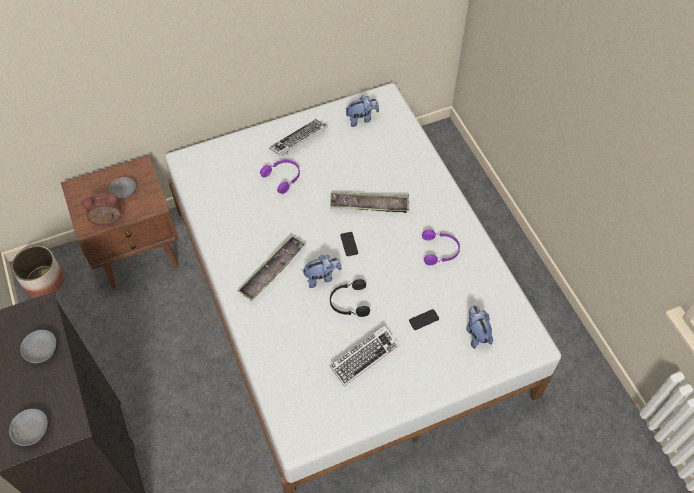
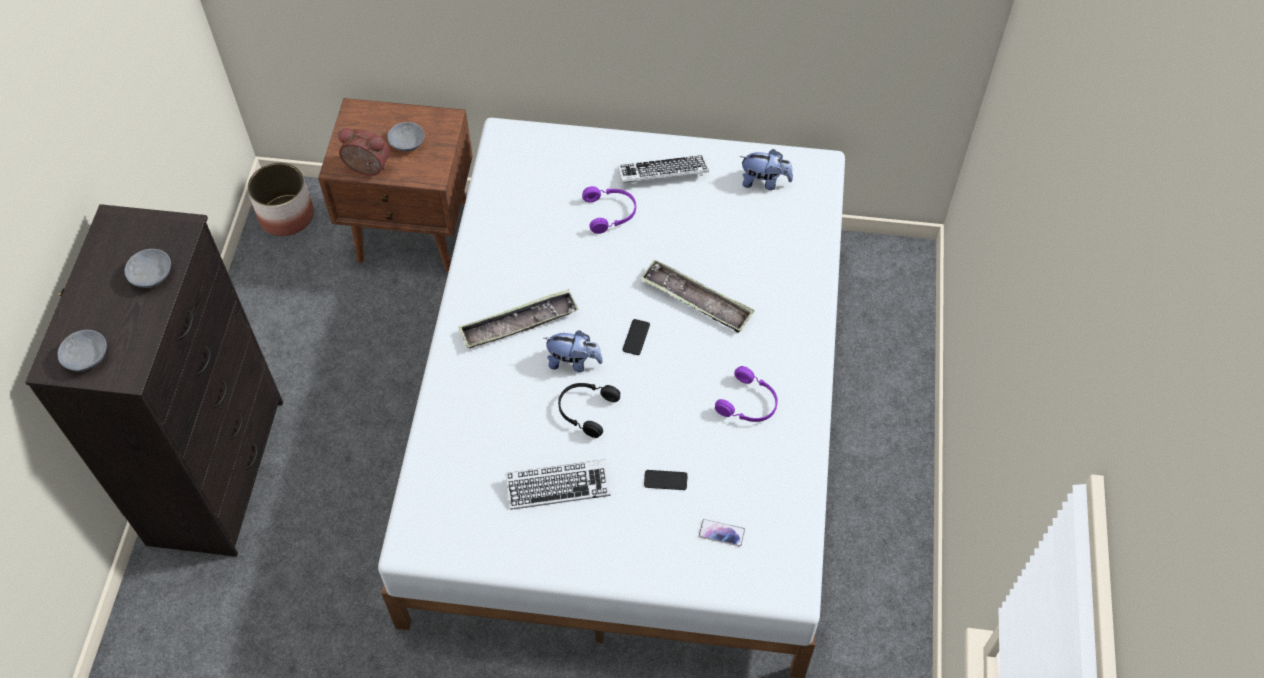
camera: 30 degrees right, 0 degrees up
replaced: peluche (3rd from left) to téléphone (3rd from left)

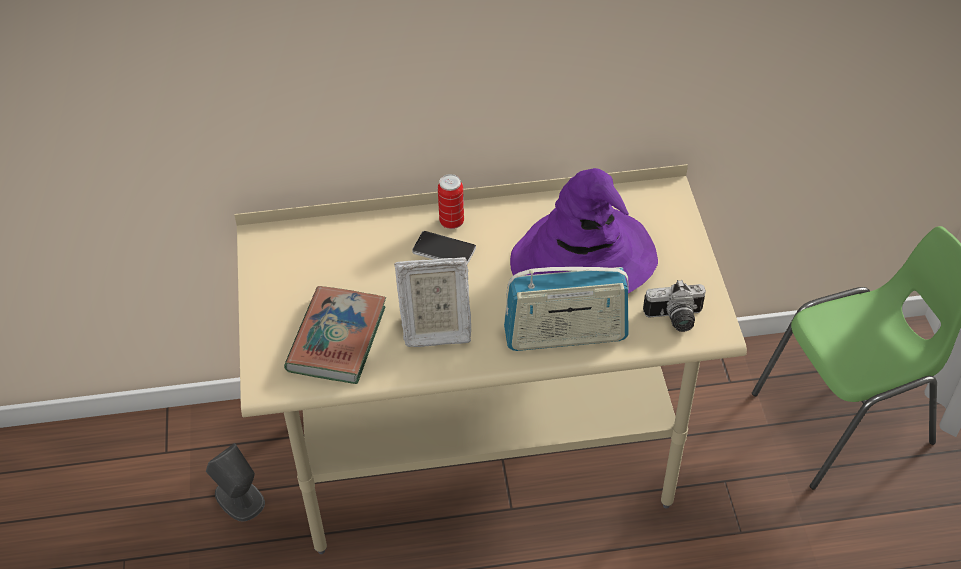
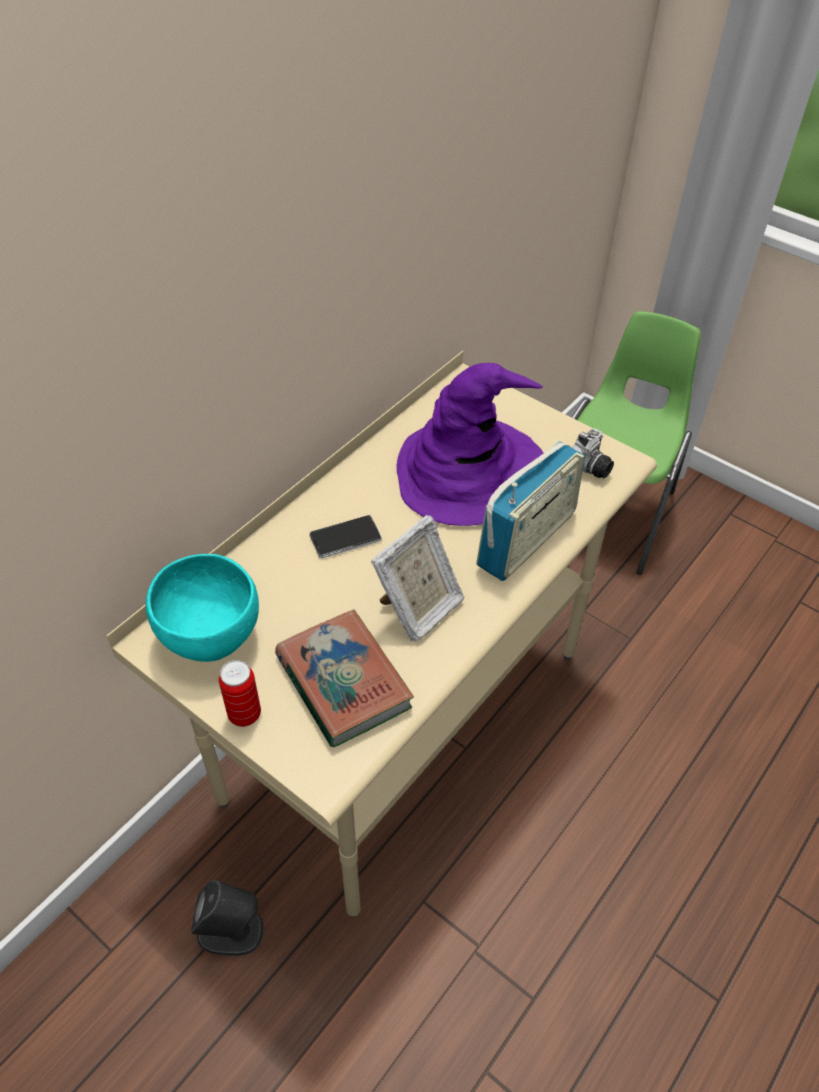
camera: 45 degrees left, 0 degrees up
added: bol [turquoise]
moved: boîte métallique

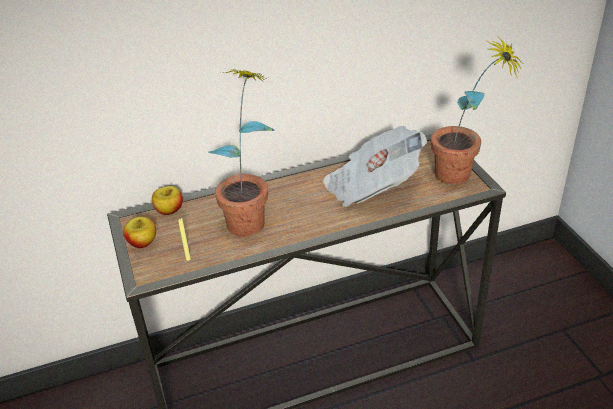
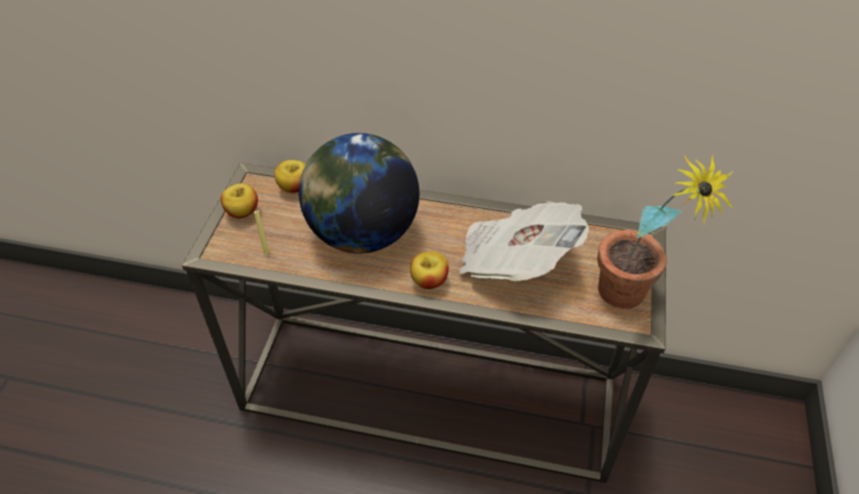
camera: 30 degrees right, 10 degrees up
added: pomme (3rd from left)
replaced: plante en pot (1st from left) to globe

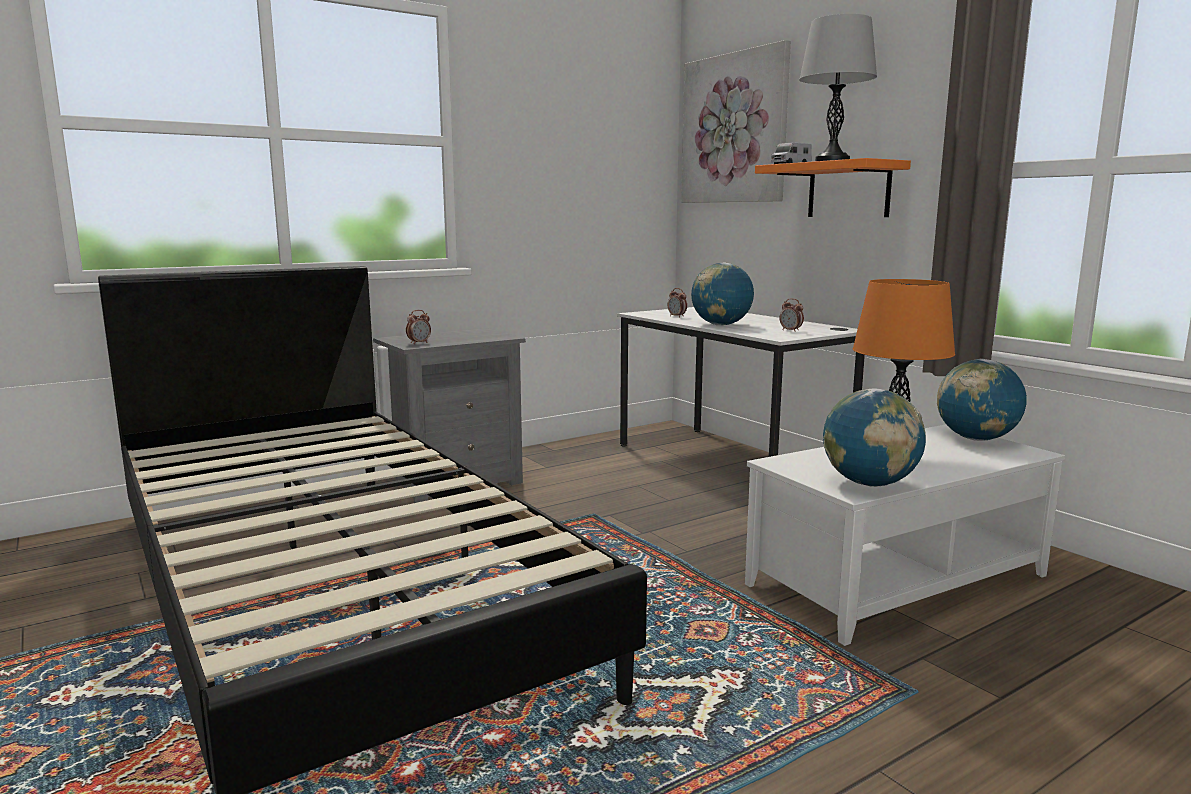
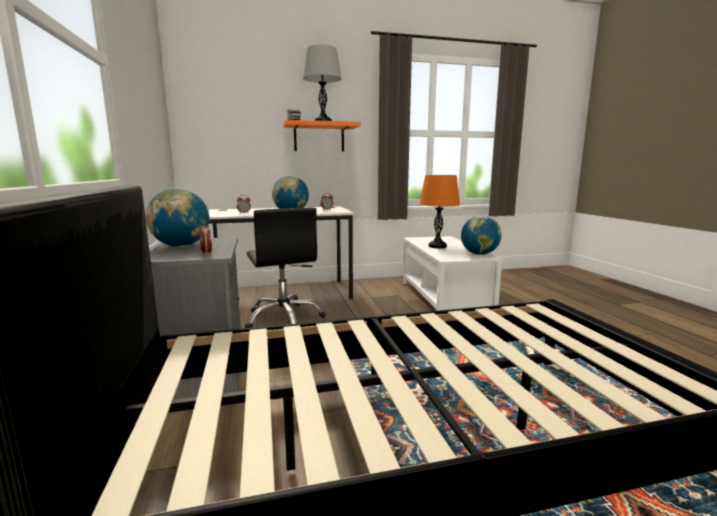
camera: 70 degrees left, 0 degrees up
removed: tableau
added: chaise de bureau [noir]
moved: globe (3rd from left in the first image) to globe (1st from left)

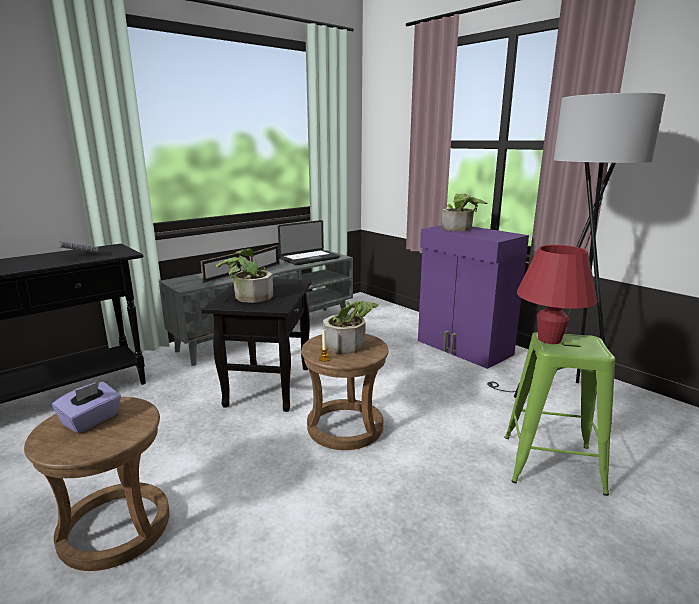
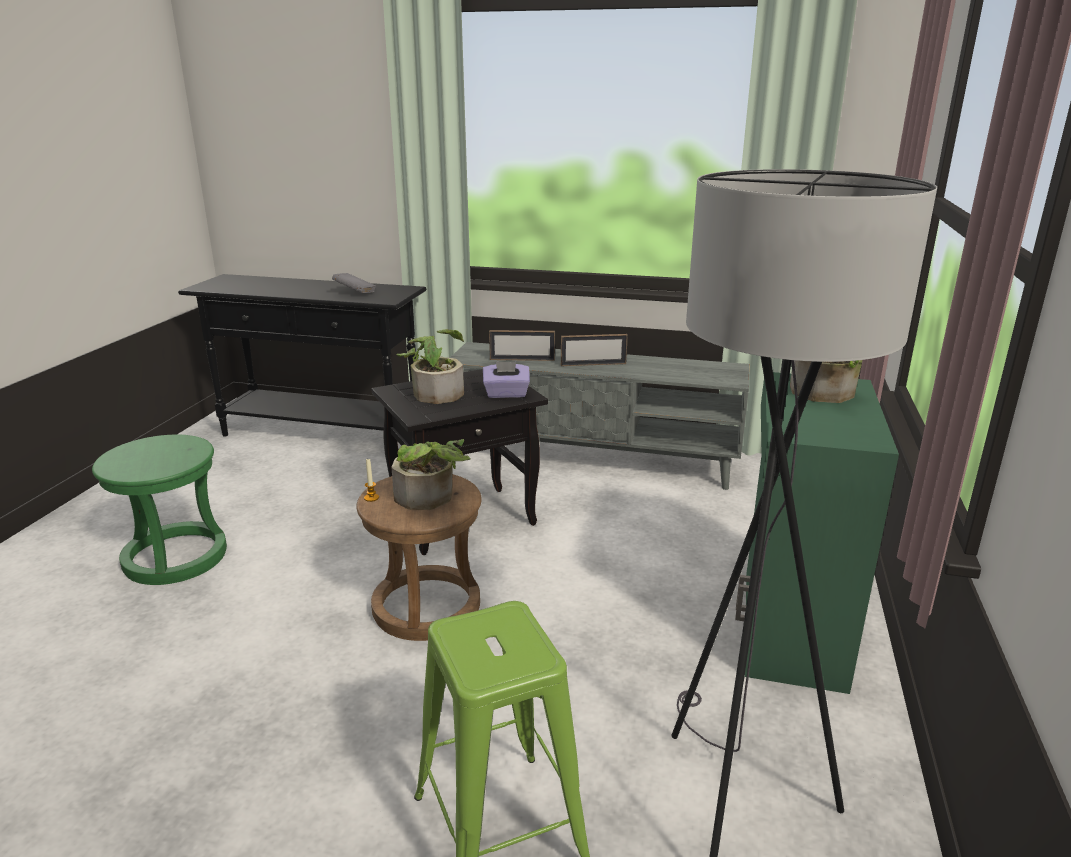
camera: 55 degrees right, 5 degrees up
removed: ordinateur portable; lampe de table [rouge]
moved: boîte à mouchoirs [violet]
recoloured: tabouret [marron] (1st from left) to tabouret [vert] (1st from left); meuble de rangement [violet] to meuble de rangement [vert]

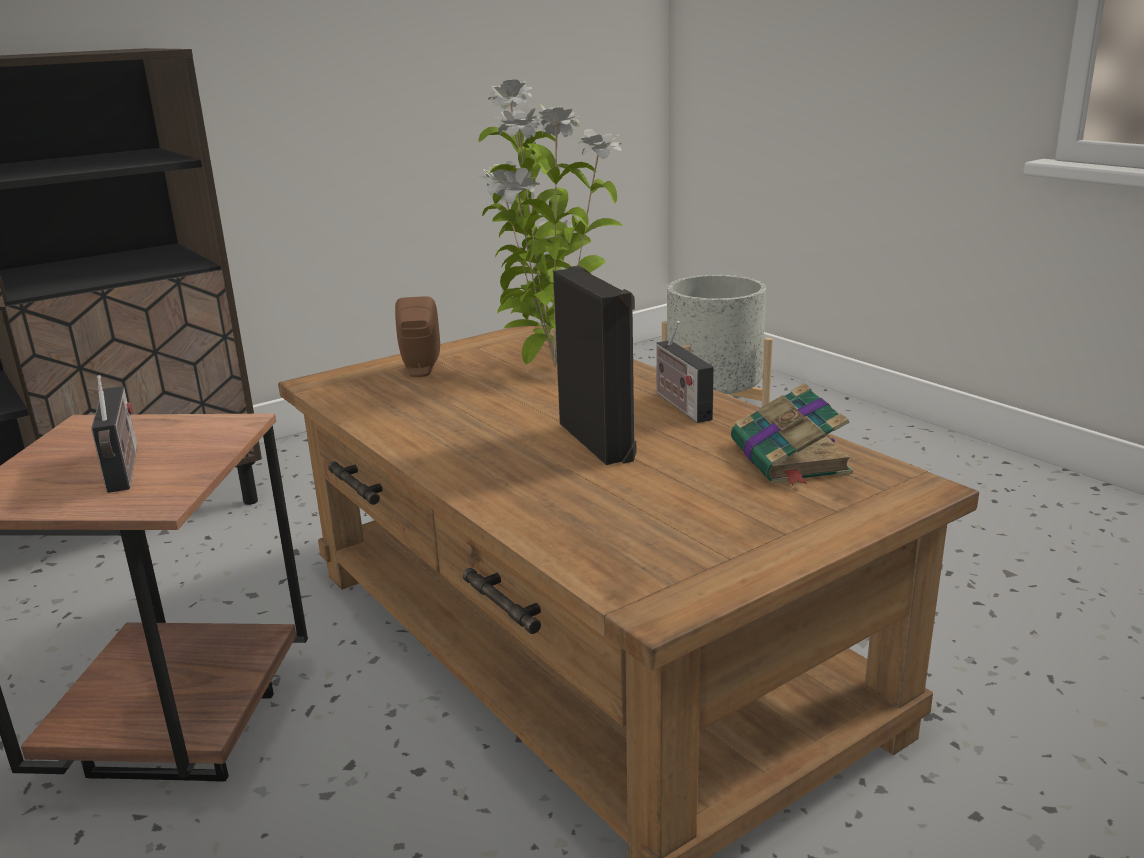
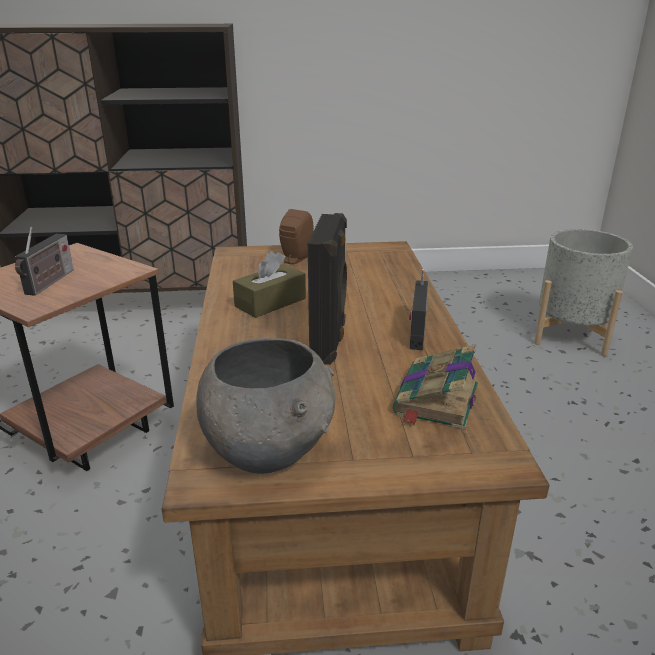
camera: 30 degrees right, 5 degrees up
removed: plante en pot
added: bol [gris]; boîte à mouchoirs [marron]

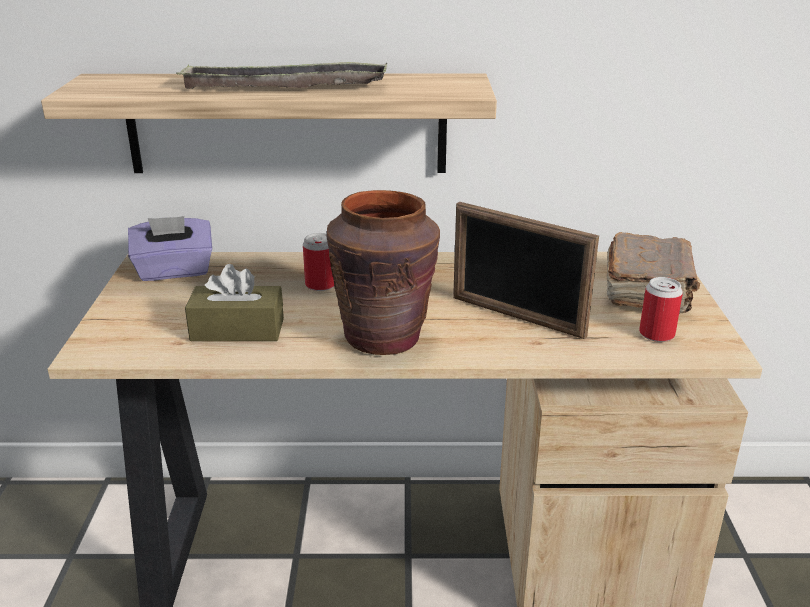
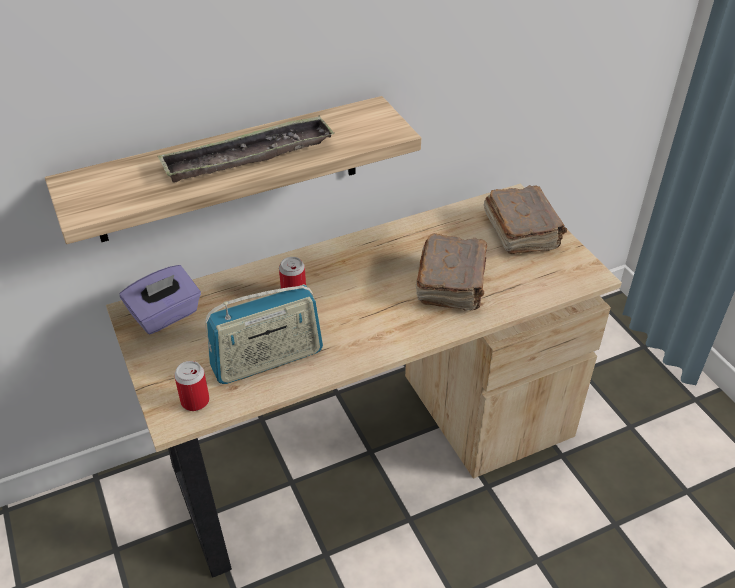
camera: 25 degrees left, 15 degrees up
removed: vase [marron]
moved: boîte métallique (2nd from left in the first image) to boîte métallique (1st from left)
replaced: boîte à mouchoirs [marron] to radio; cadre photo to livre [marron] (1st from left)

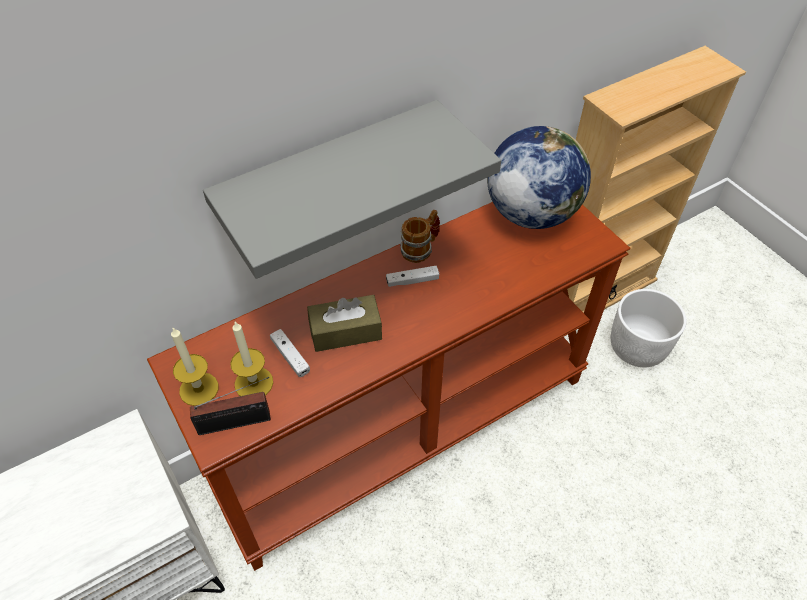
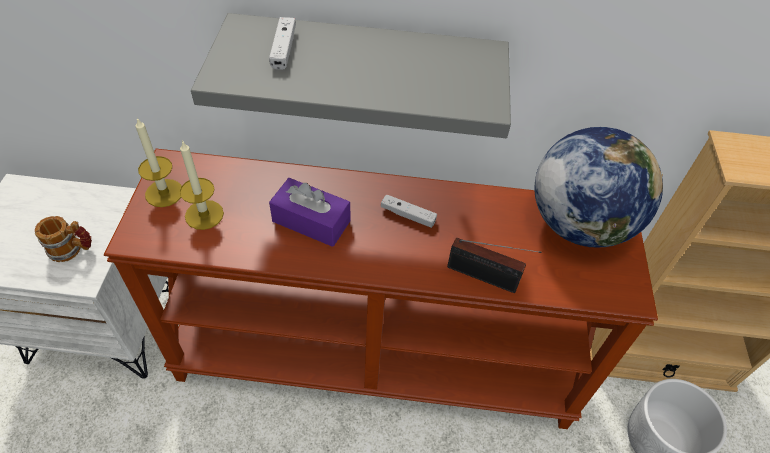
camera: 35 degrees right, 0 degrees up
moved: radio; manette [blanc] (1st from left); mug
recoloured: boîte à mouchoirs [marron] to boîte à mouchoirs [violet]

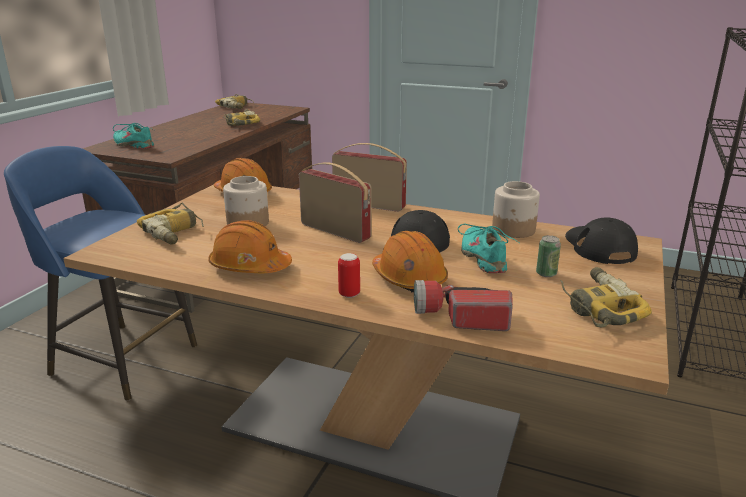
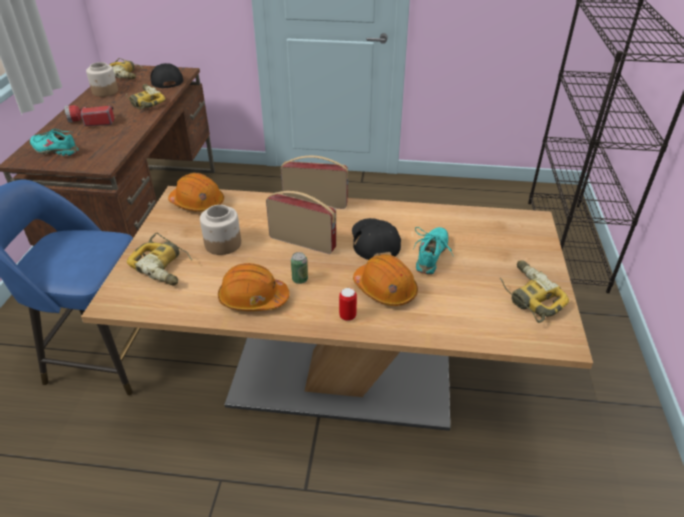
camera: 15 degrees left, 15 degrees up
moved: lampe de poche; bocal (2nd from left in the first image) to bocal (1st from left); boîte métallique (2nd from left in the first image) to boîte métallique (1st from left); casquette [noir] (2nd from left in the first image) to casquette [noir] (1st from left)
turned: chaussure [turquoise] (2nd from left) 45 degrees clockwise

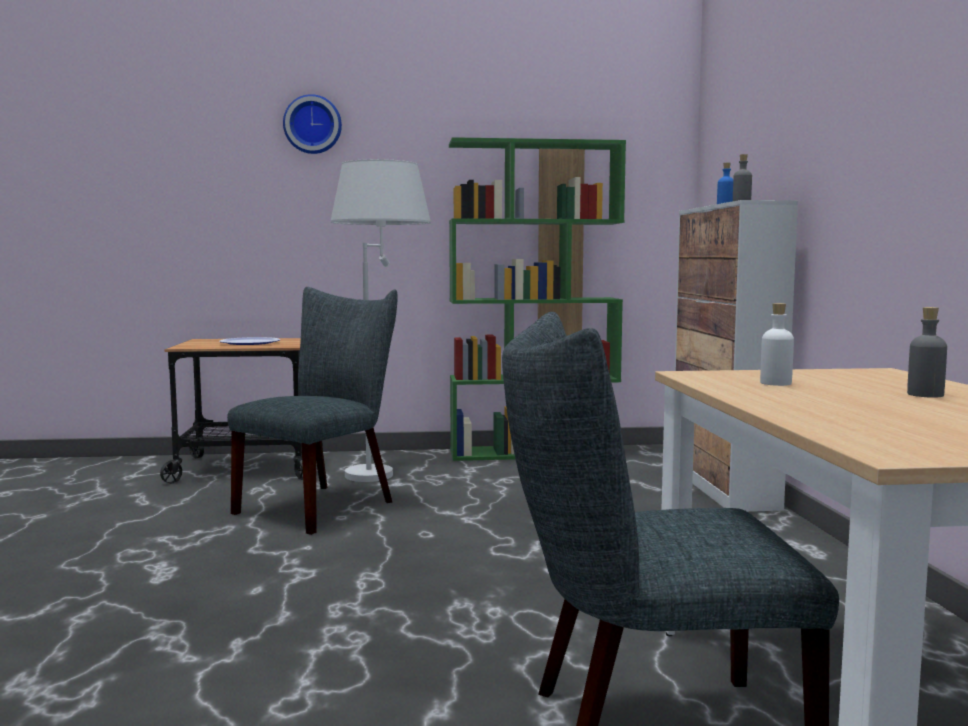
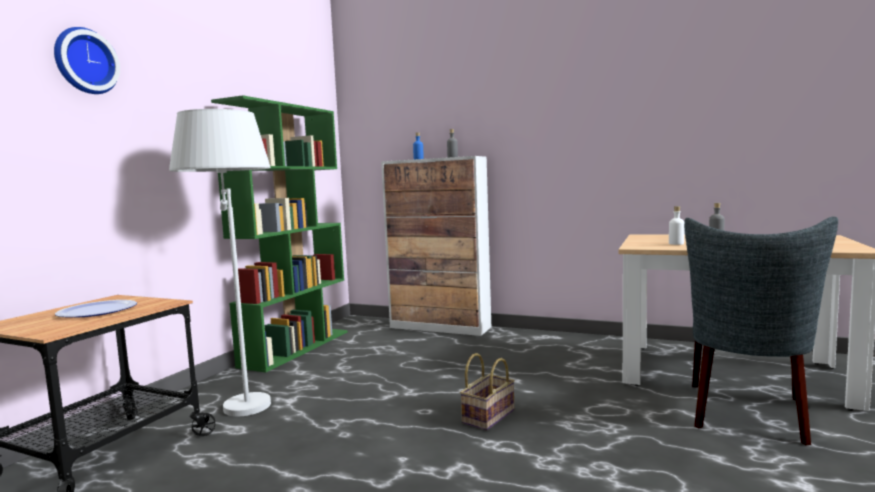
camera: 60 degrees left, 0 degrees up
removed: chaise [gris] (1st from left)
added: panier

